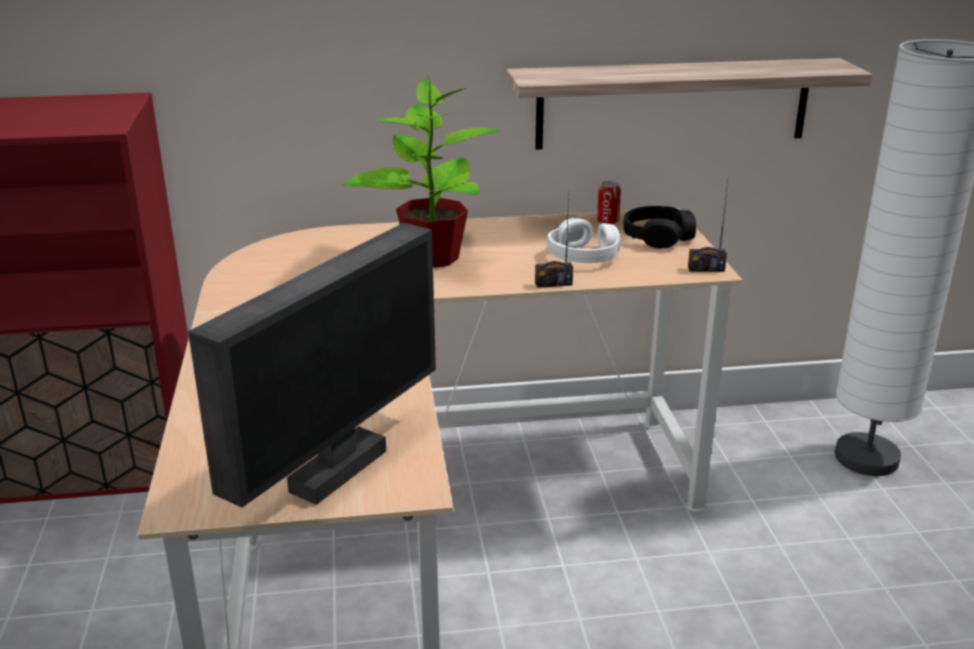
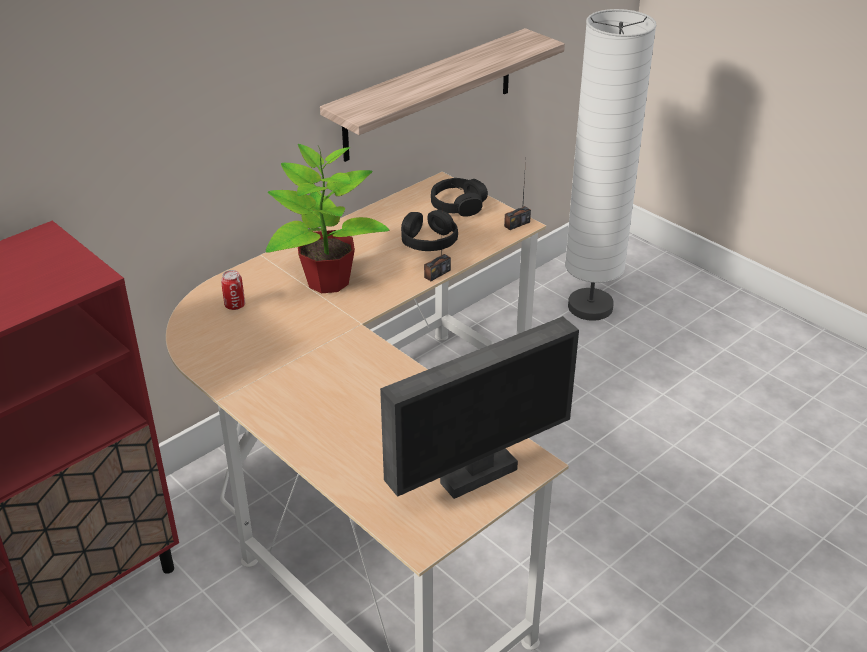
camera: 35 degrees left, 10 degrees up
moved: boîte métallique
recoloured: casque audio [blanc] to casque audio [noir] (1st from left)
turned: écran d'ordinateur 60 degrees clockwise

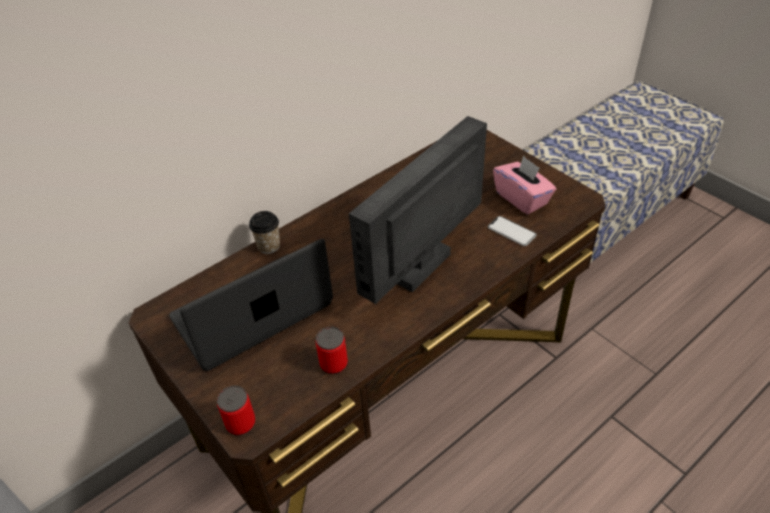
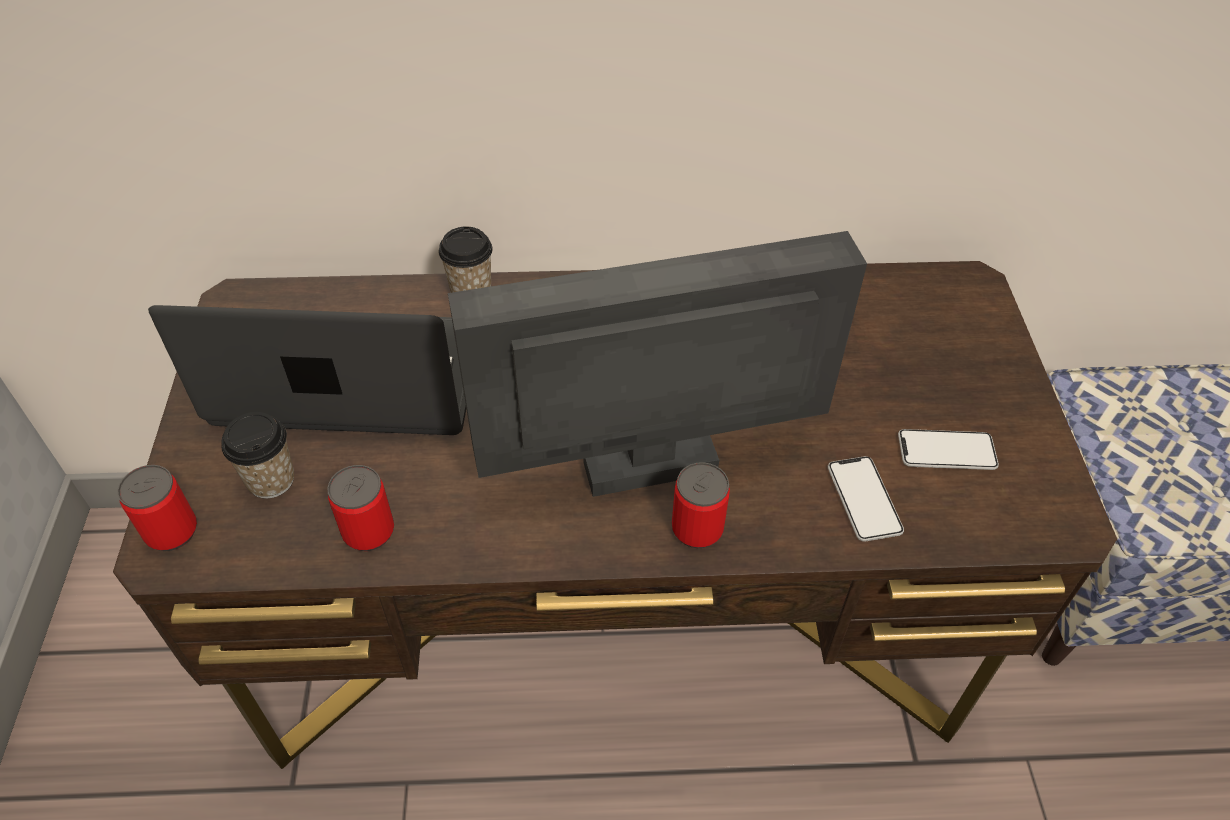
camera: 35 degrees right, 5 degrees up
added: tasse (1st from left); boîte métallique (3rd from left)
replaced: boîte à mouchoirs [rose] to téléphone (2nd from left)

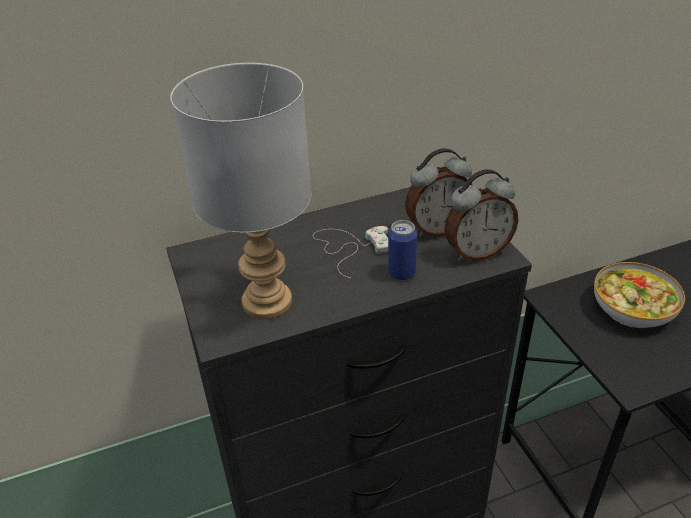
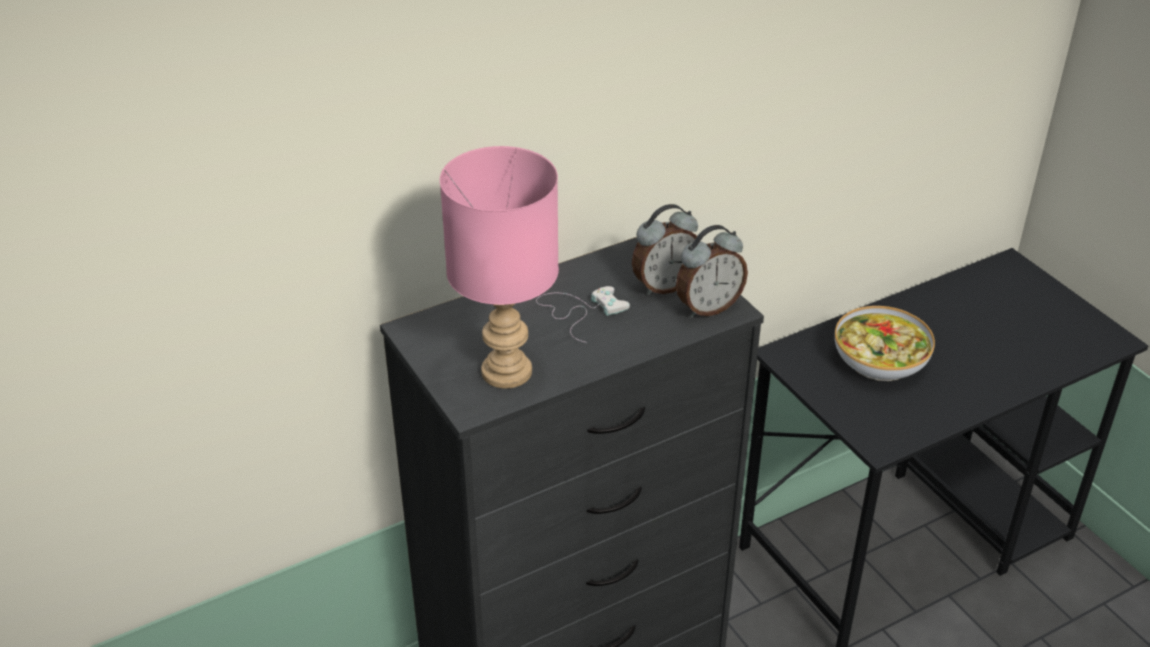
camera: 10 degrees left, 0 degrees up
removed: boîte métallique
recoloured: lampe de table [gris] to lampe de table [rose]

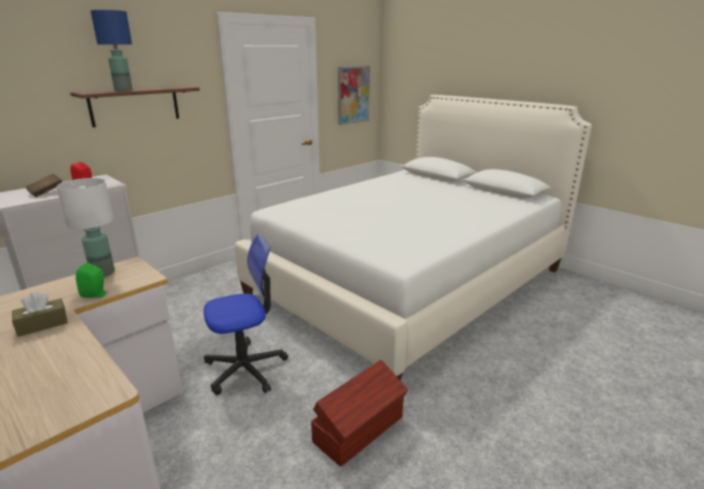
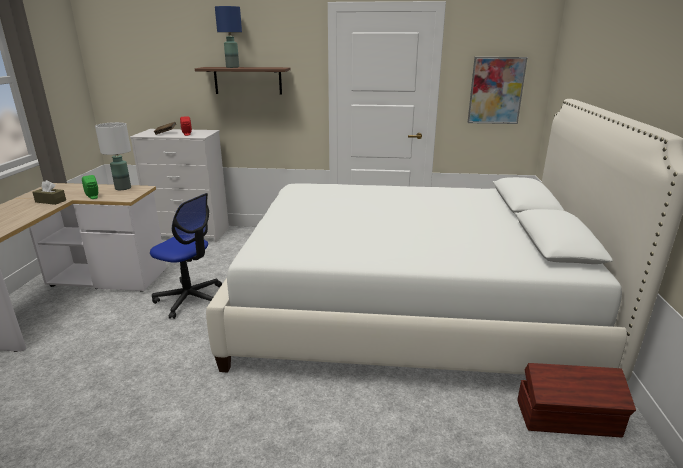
camera: 50 degrees right, 0 degrees up
moved: boîte de rangement [marron]

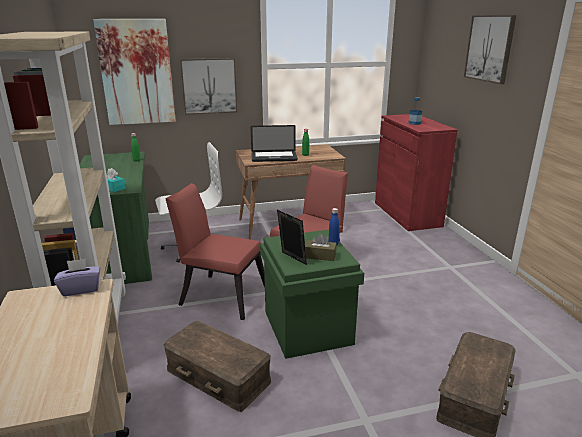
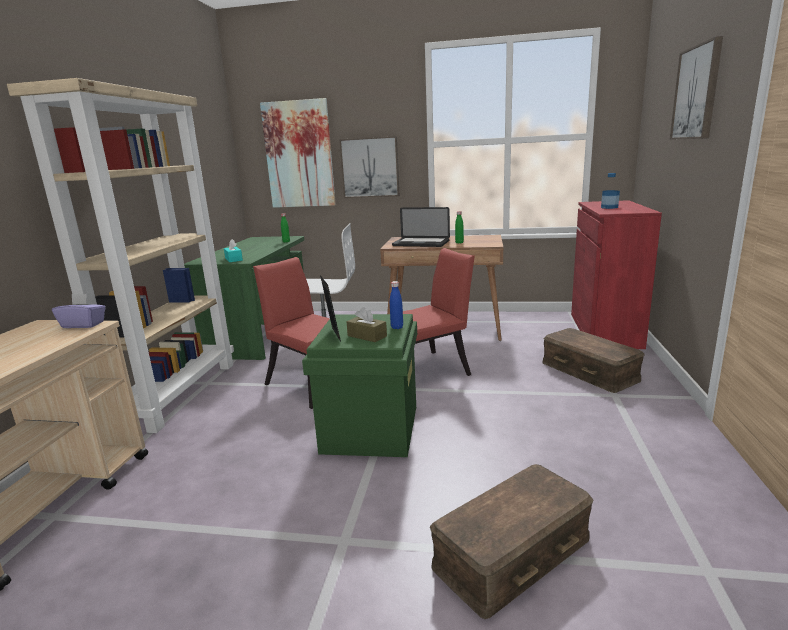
camera: 25 degrees right, 5 degrees down
moved: boîte de rangement [marron] (1st from left in the first image) to boîte de rangement [marron] (2nd from left)

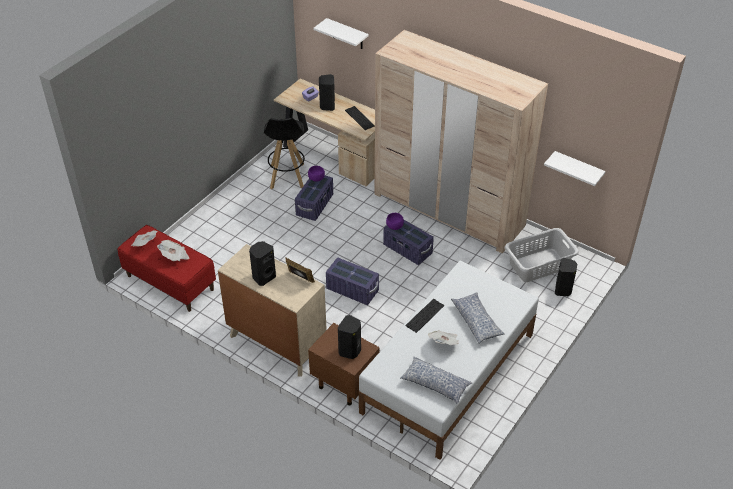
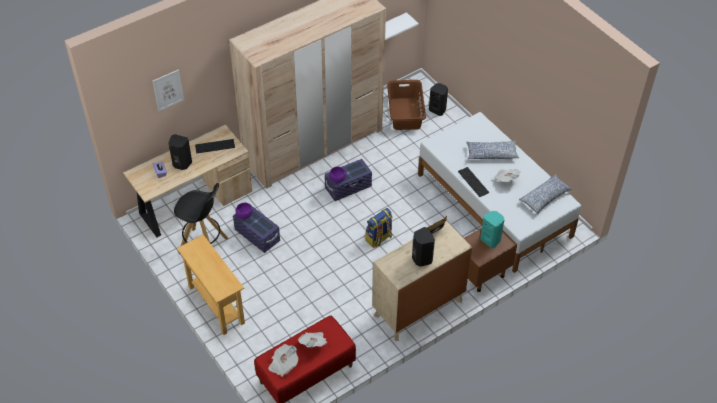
camera: 70 degrees left, 5 degrees up
added: table console [beige]
replaced: étagère [blanc] (1st from left) to tableau; boîte de rangement [violet] (2nd from left) to sac à dos
recoloured: enceinte [noir] (3rd from left) to enceinte [turquoise]; panier à linge [gris] to panier à linge [marron]

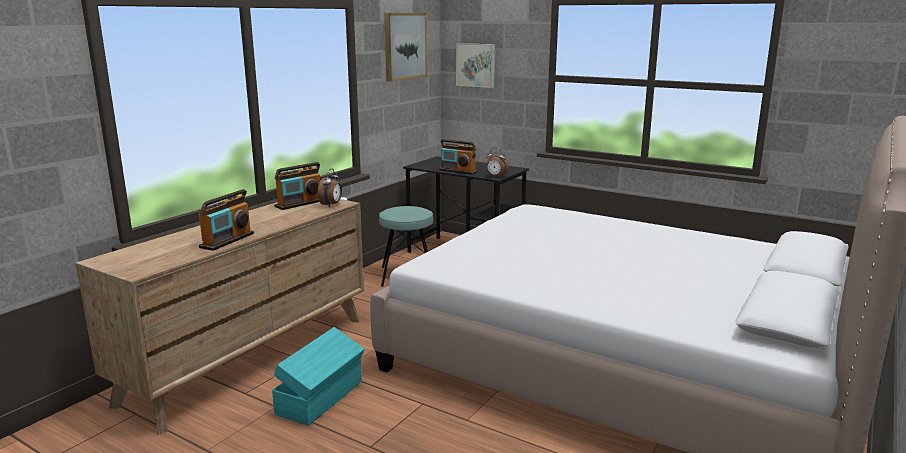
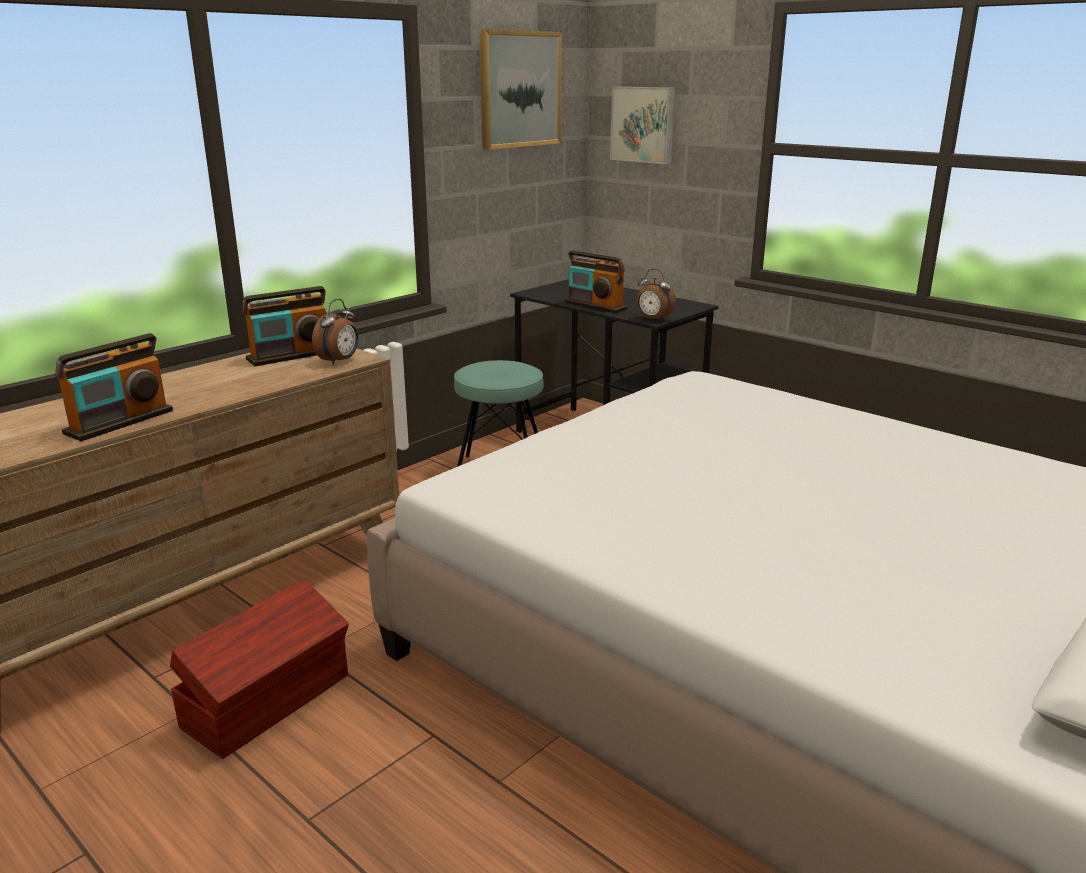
camera: 10 degrees right, 5 degrees up
recoloured: boîte de rangement [turquoise] to boîte de rangement [marron]

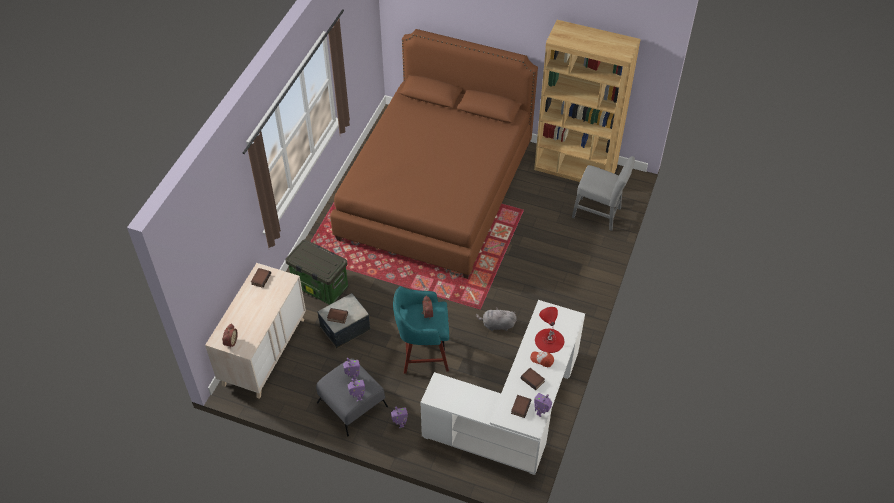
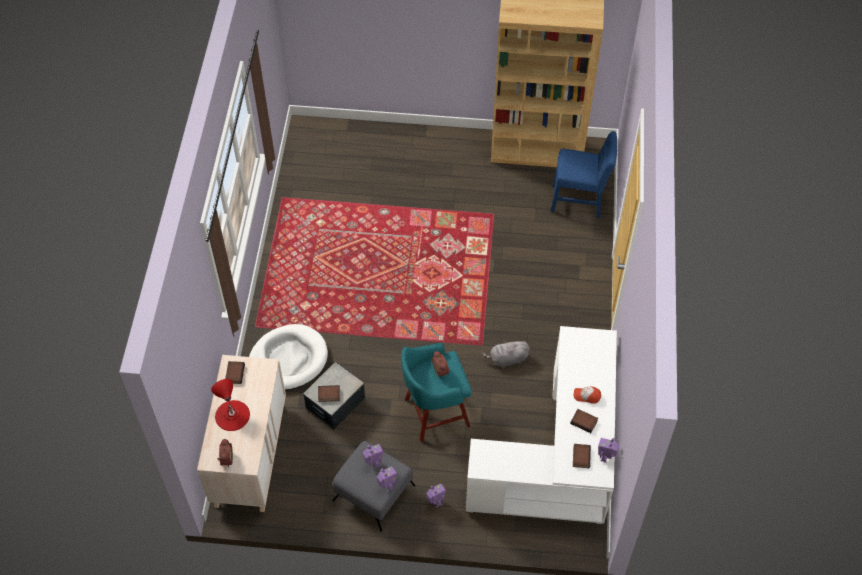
camera: 15 degrees left, 5 degrees up
removed: lit [marron]
moved: lampe de table [rouge]
replaced: boîte de rangement (1st from left) to panier pour chien [blanc]
recoloured: chaise [gris] to chaise [bleu]

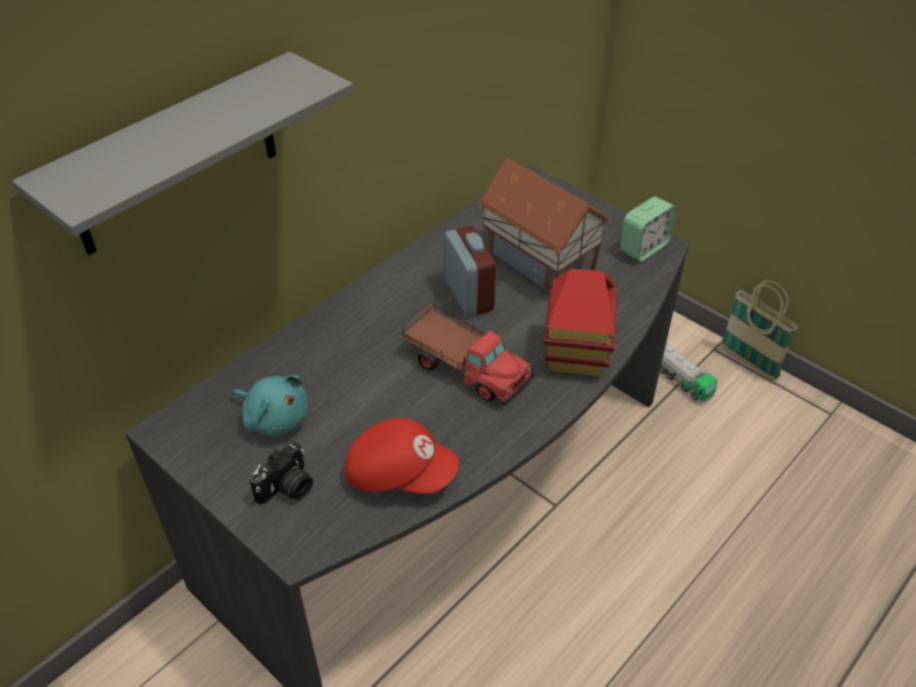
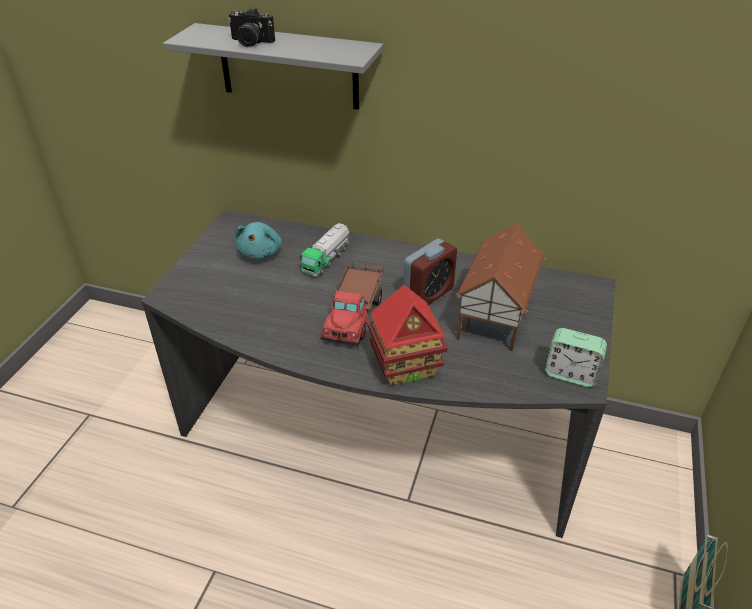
camera: 65 degrees right, 5 degrees down
removed: casquette [rouge]
moved: appareil photo; camion jouet (2nd from left in the first image) to camion jouet (1st from left)

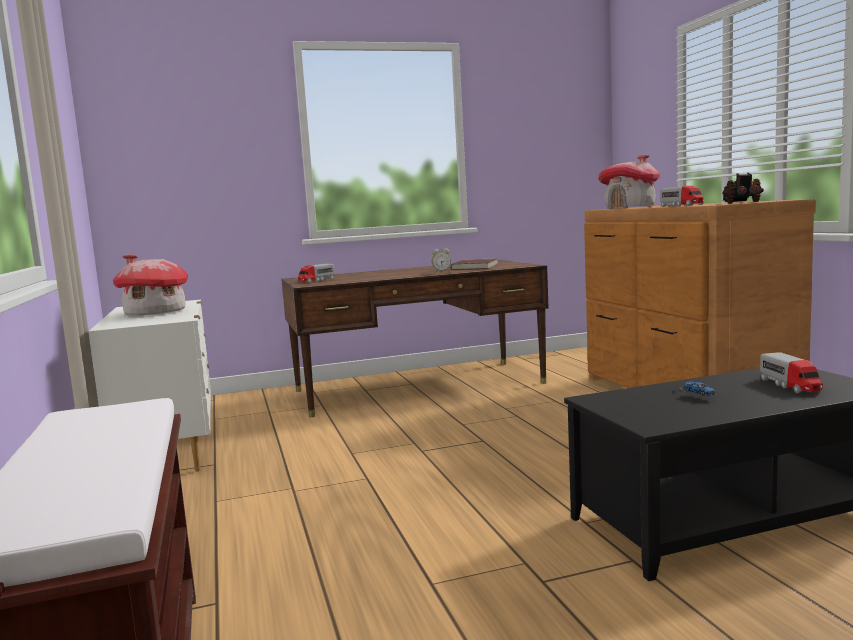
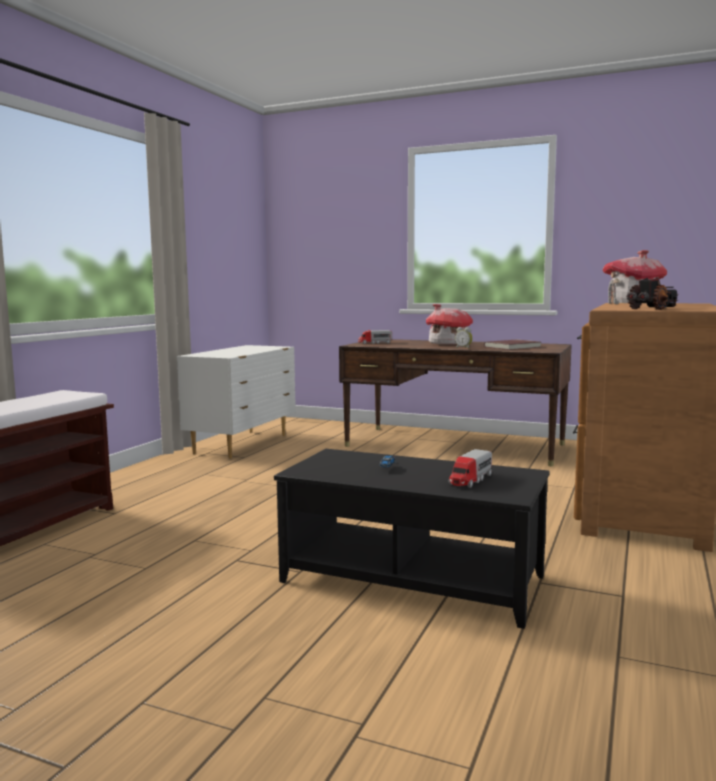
camera: 40 degrees right, 0 degrees up
removed: camion jouet (2nd from left)
moved: maison miniature (1st from left)

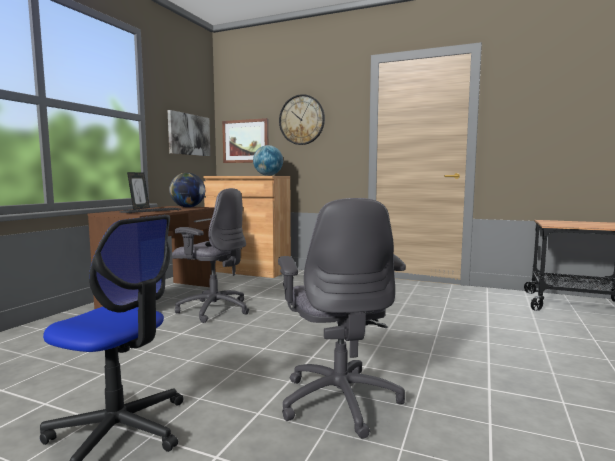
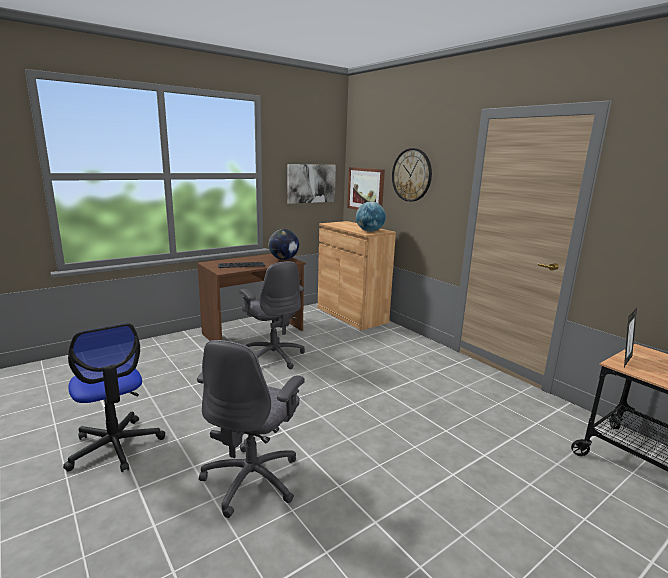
camera: 30 degrees right, 10 degrees up
moved: cadre photo

